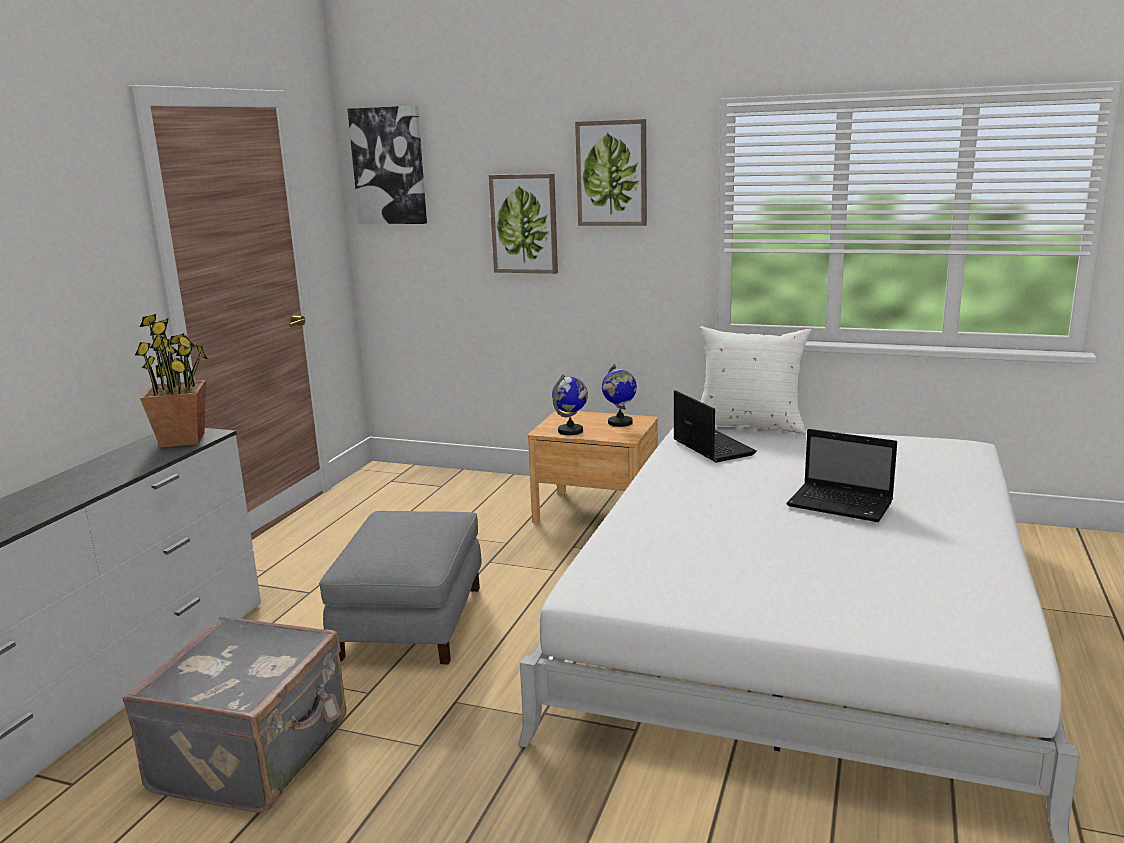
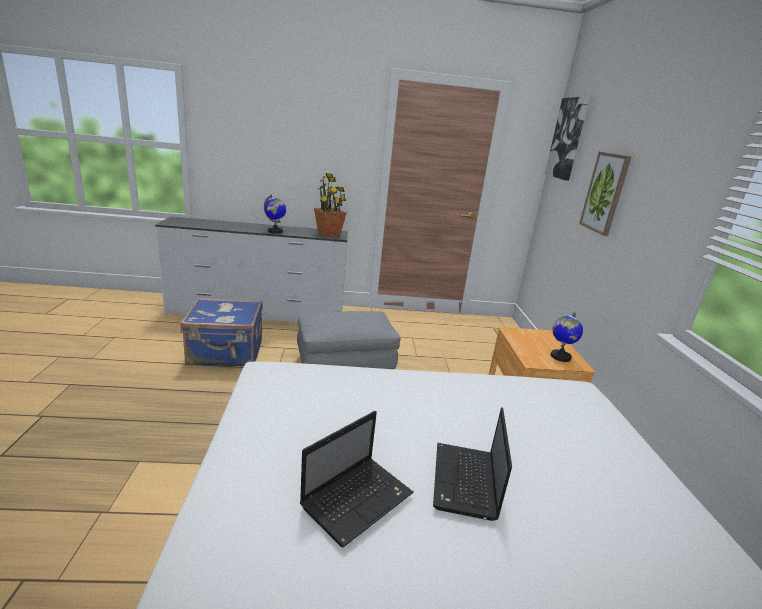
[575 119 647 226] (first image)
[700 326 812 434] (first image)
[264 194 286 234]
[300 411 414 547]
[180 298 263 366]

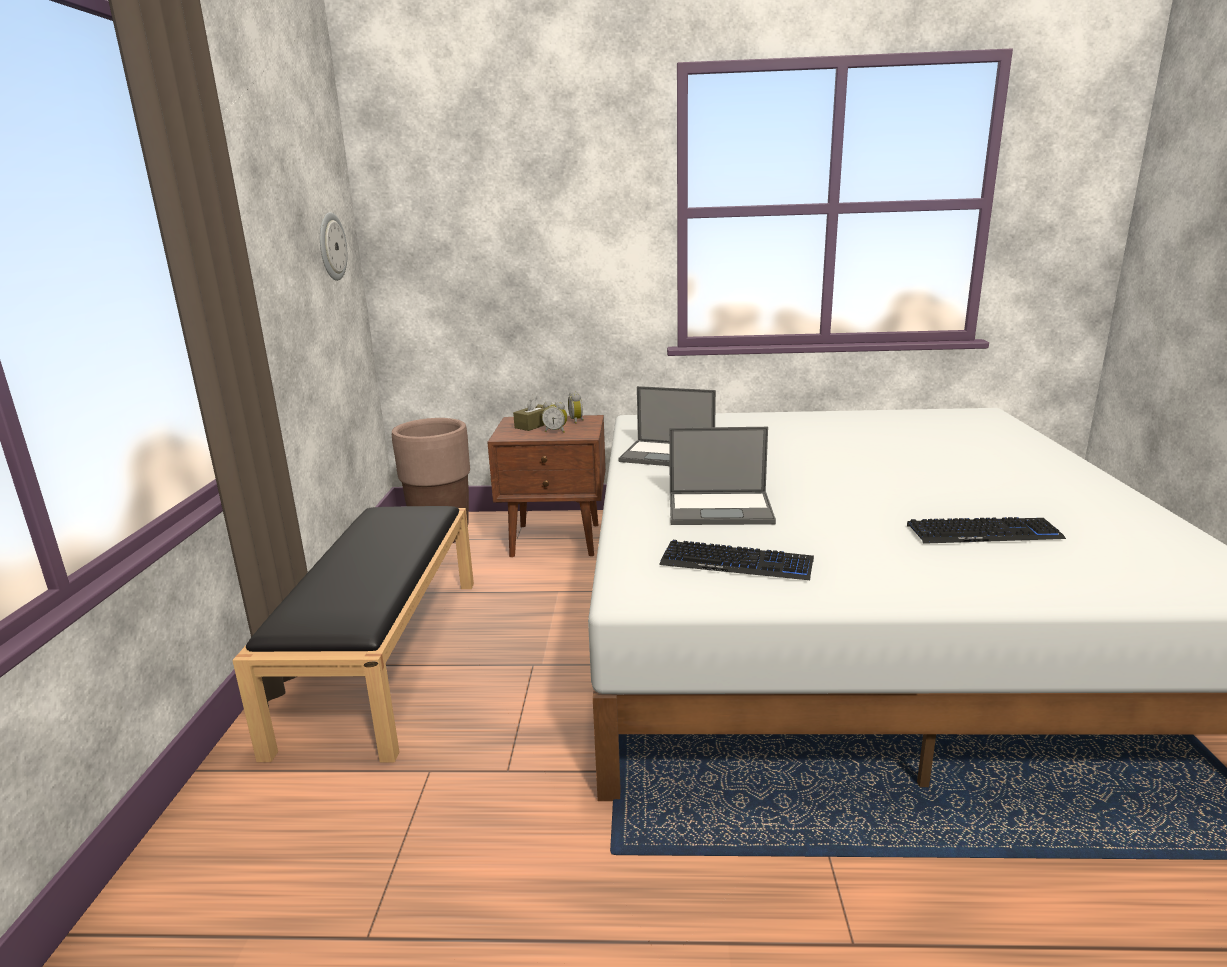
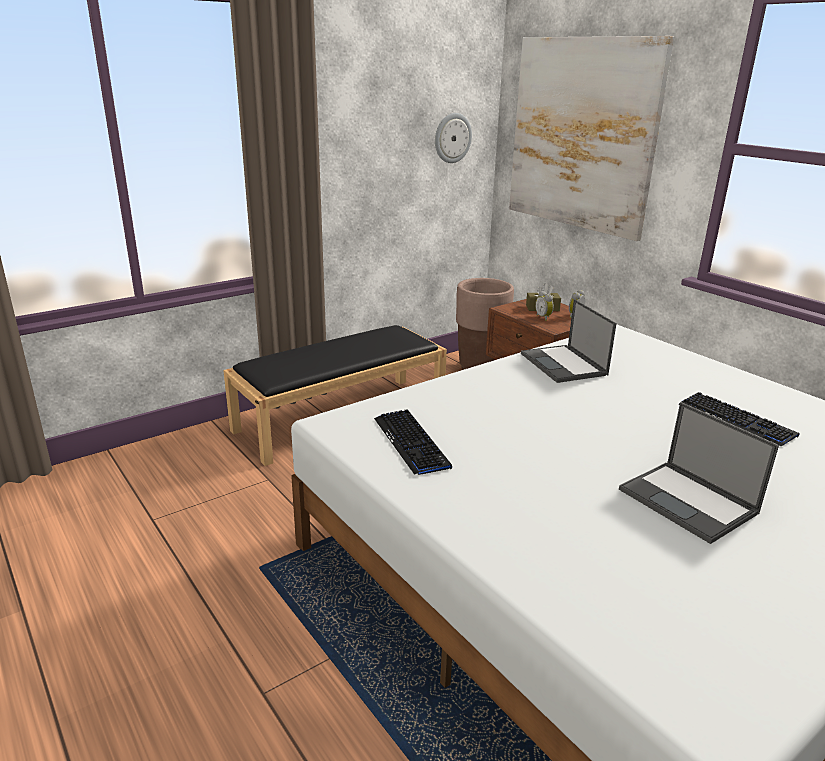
[619 402 779 544]
[678 392 800 447]
[509 36 674 241]

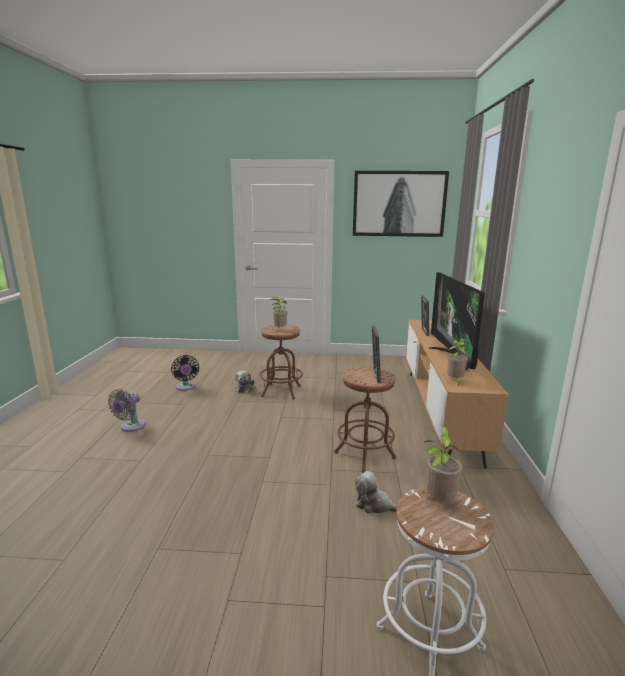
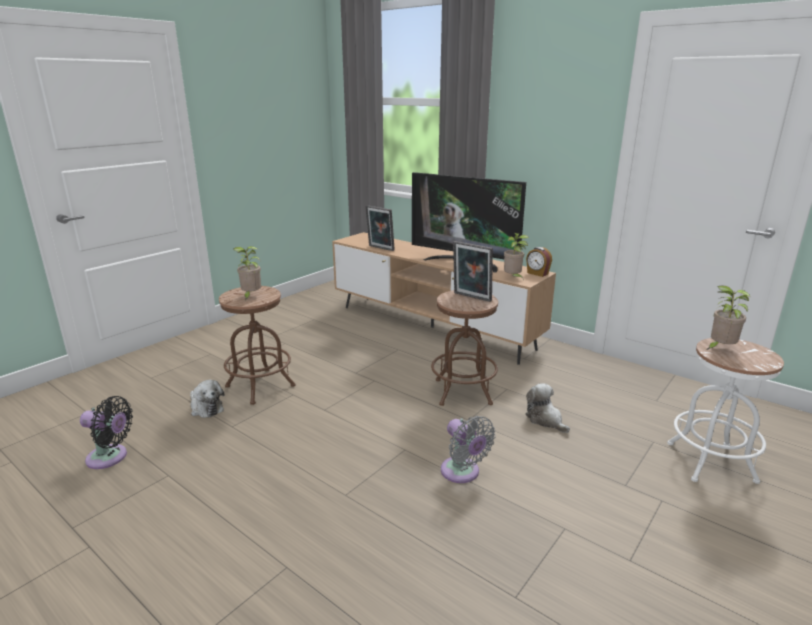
[353 171 449 237] (first image)
[441 416 496 483]
[525 383 570 433]
[526 247 552 277]

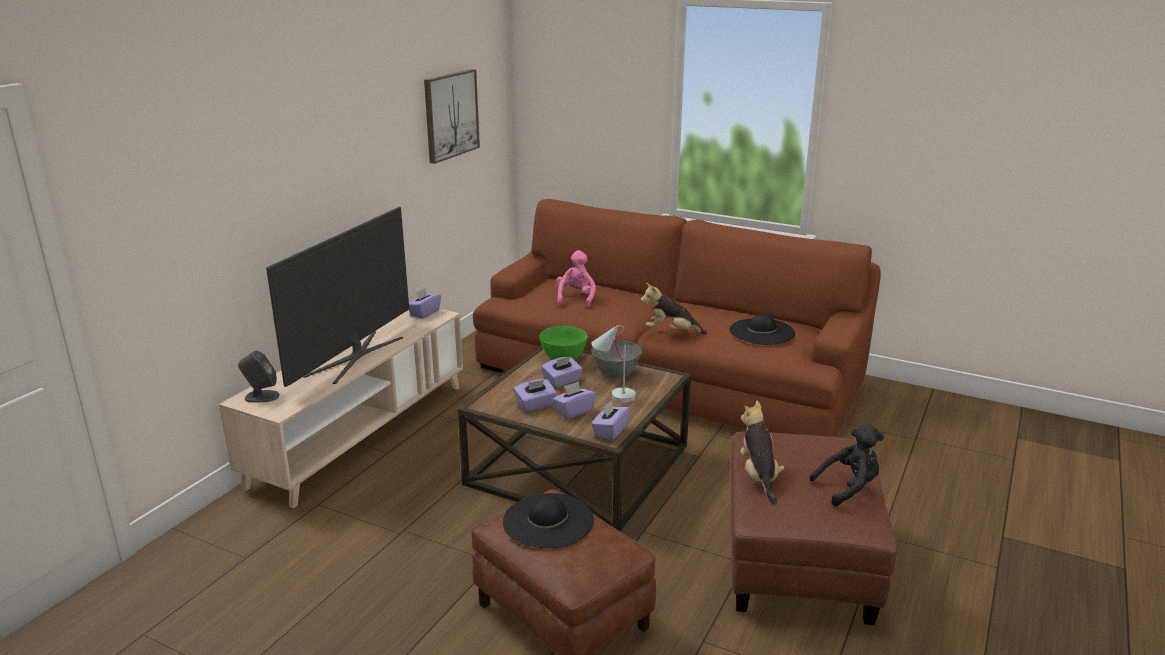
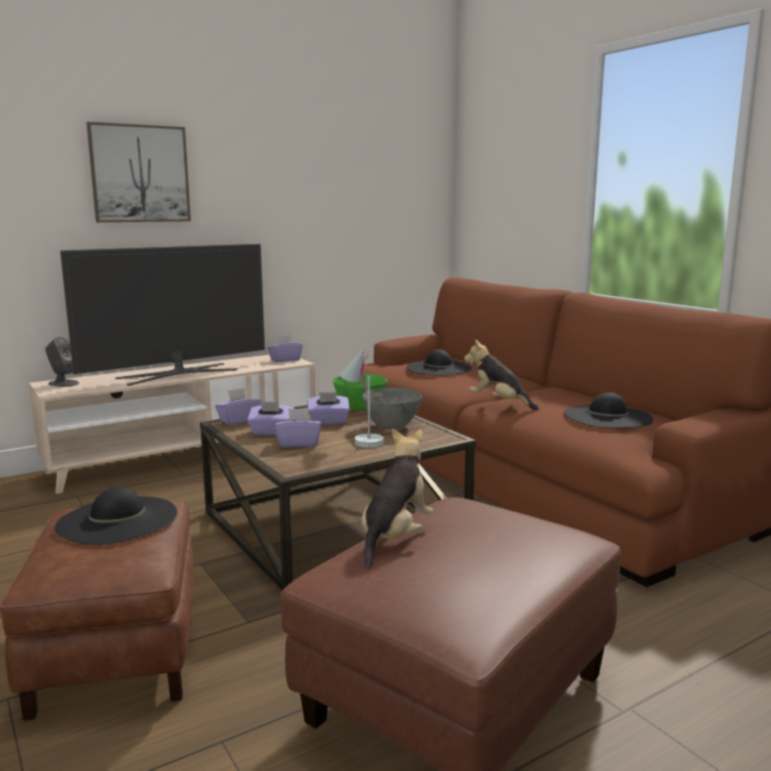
[87 122 191 222]
[406 349 472 376]
[215 388 262 425]
[809 425 884 506] (first image)

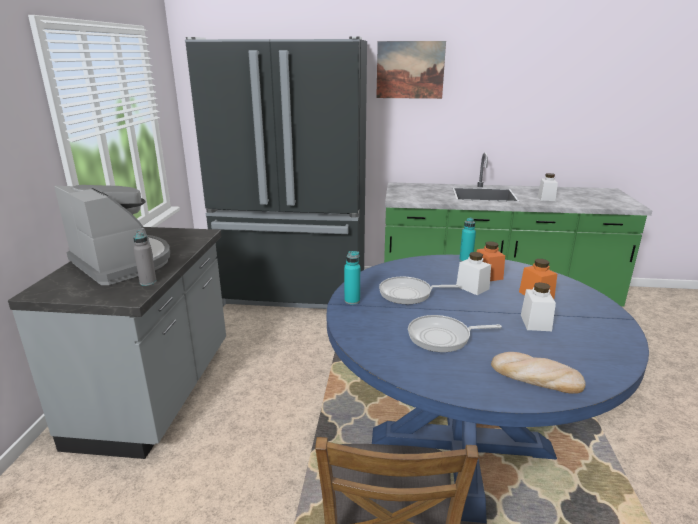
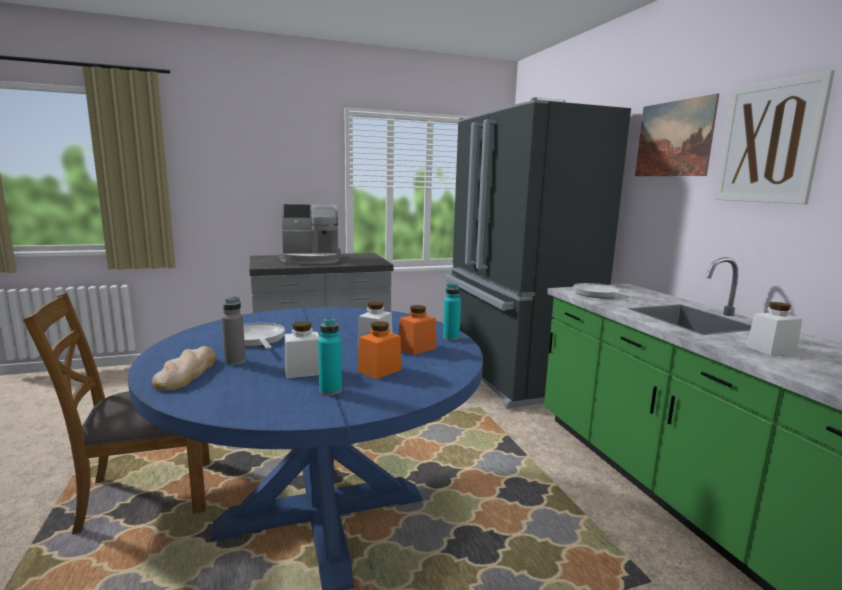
[279 204 341 264]
[222 296 246 365]
[318 317 342 395]
[573 283 635 298]
[714 70 835 204]

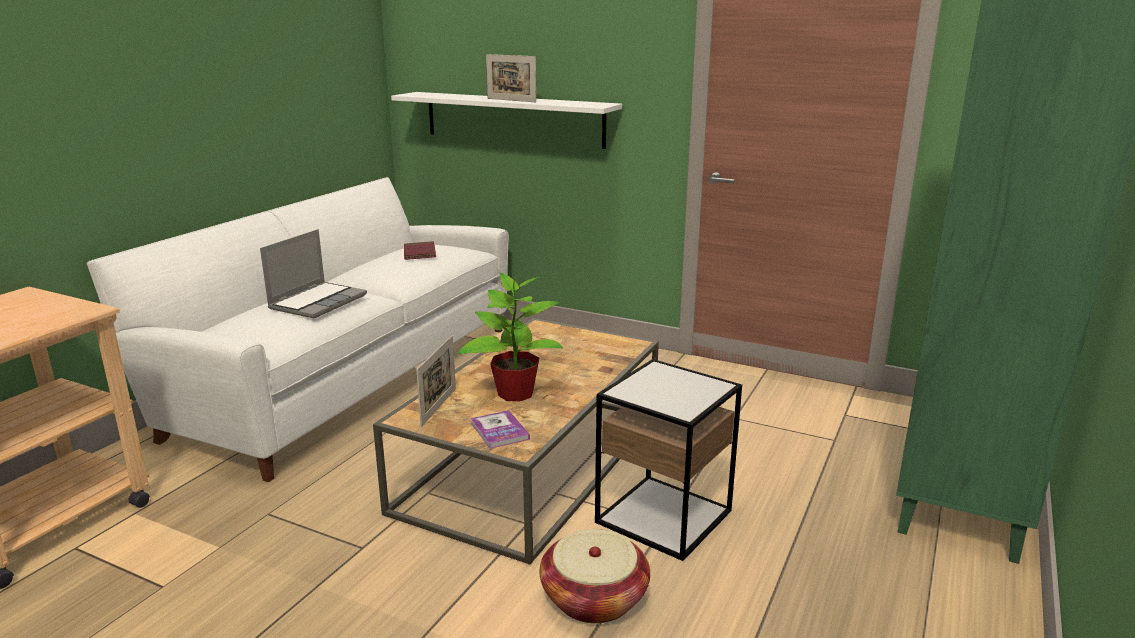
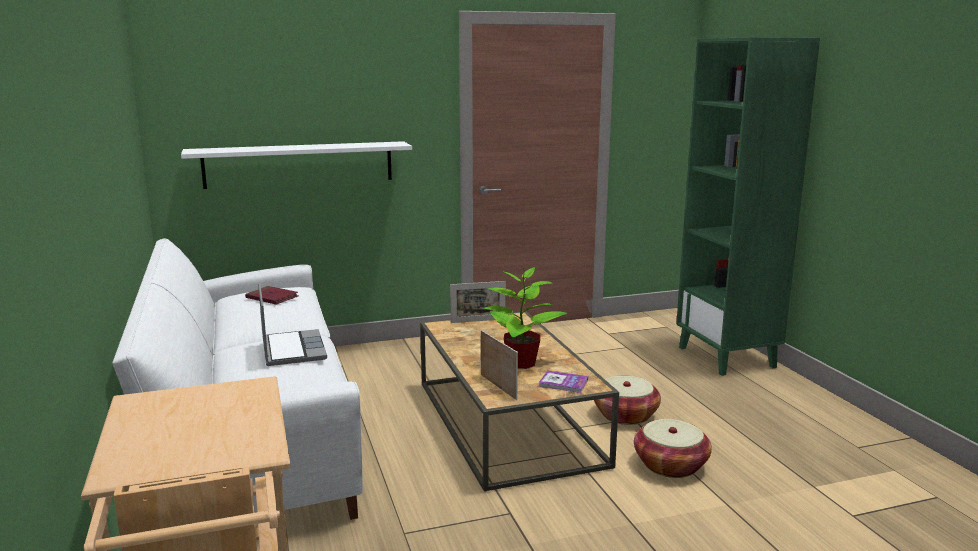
[450 281 506 323]
[594 376 661 425]

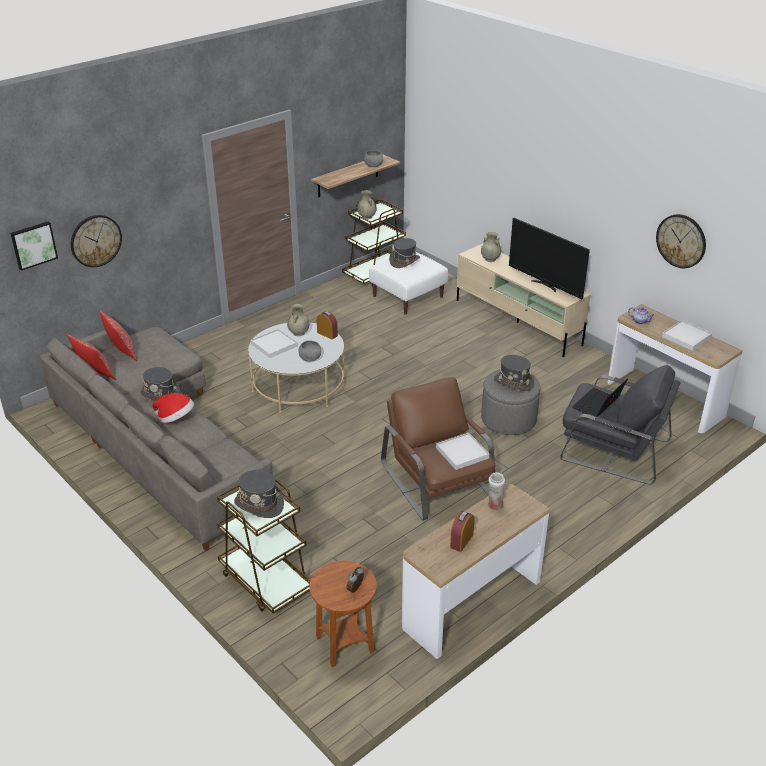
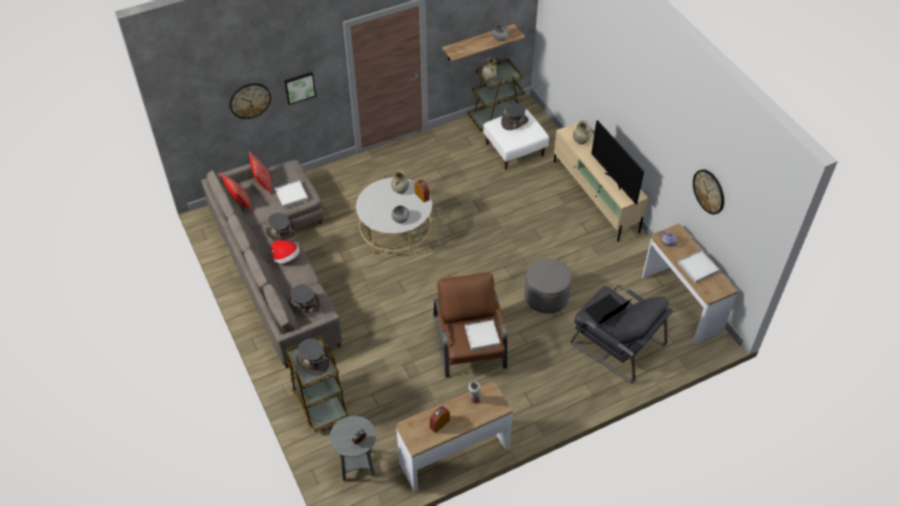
[284 72 316 105]
[275 180 308 208]
[288 284 320 318]
[330 416 376 481]

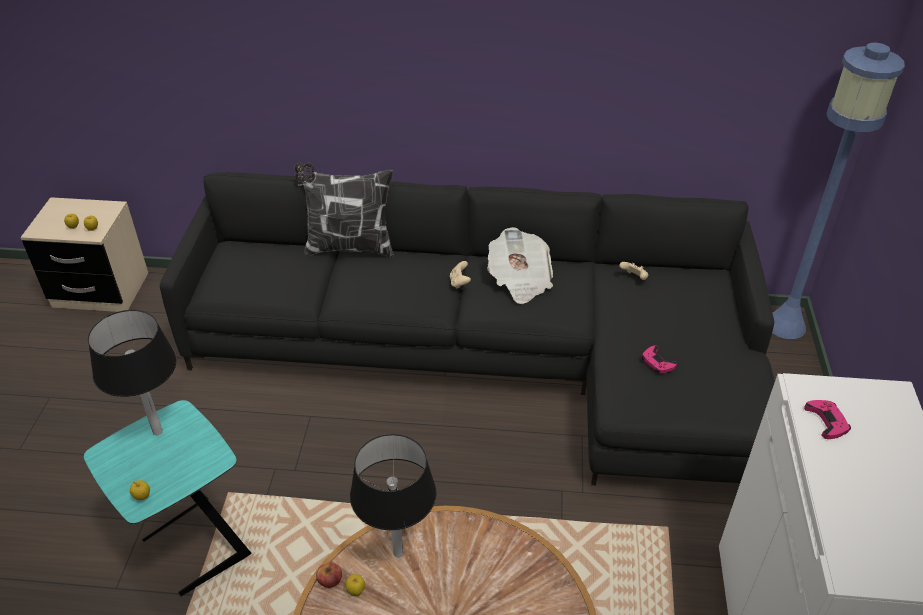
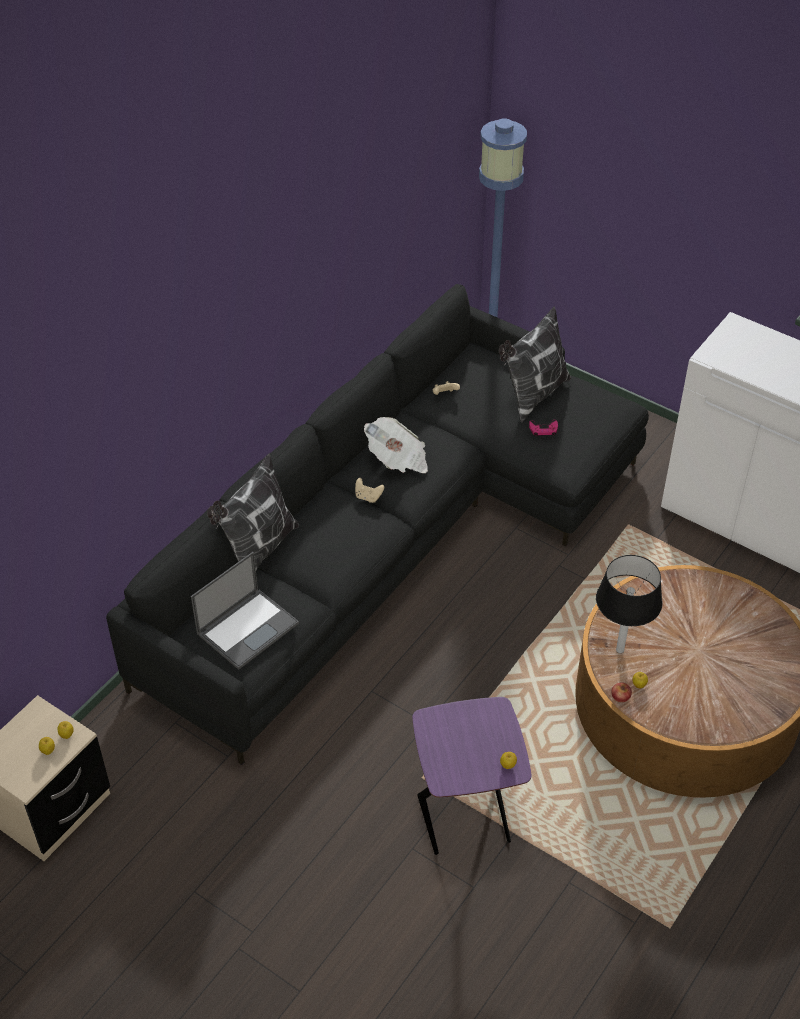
[88 310 177 435] (first image)
[412 697 532 855]
[804 400 851 439] (first image)
[499 307 571 422]
[191 552 299 670]

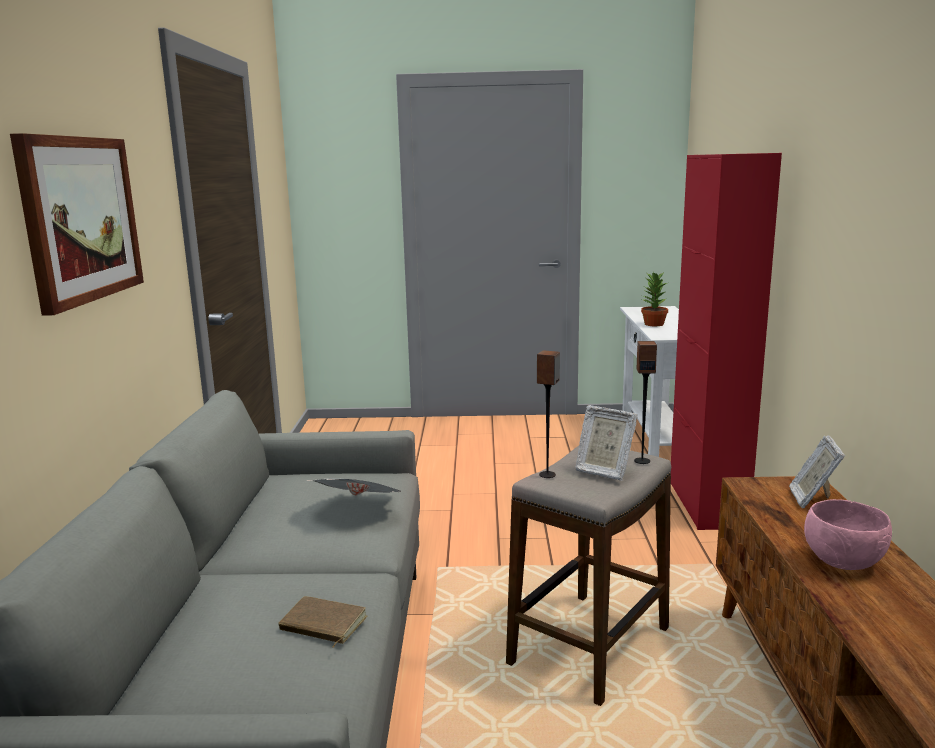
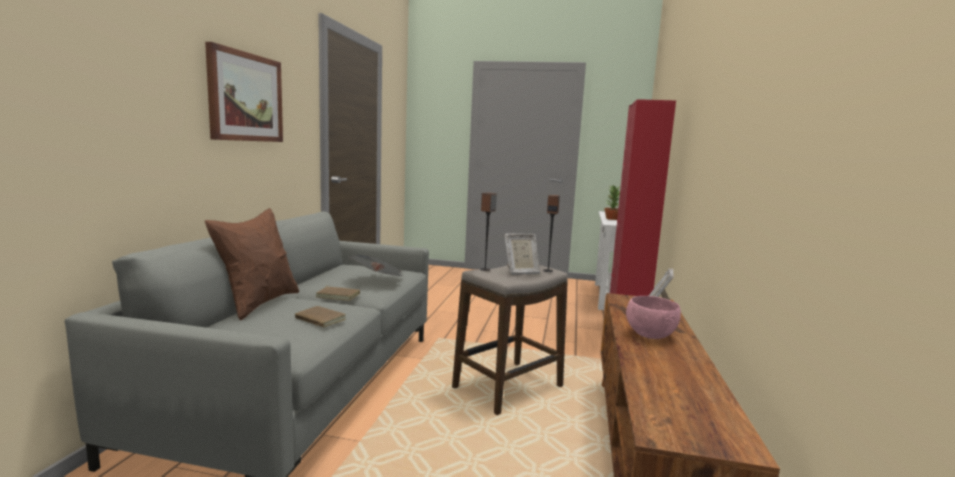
[504 233 540 275]
[205 208 299 320]
[316 285 360 301]

